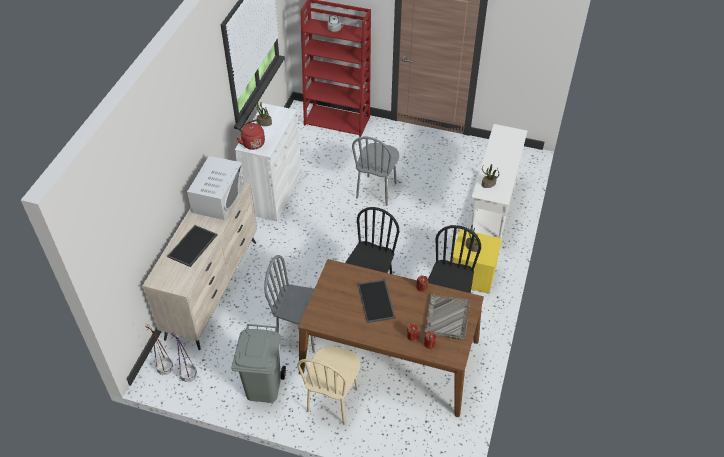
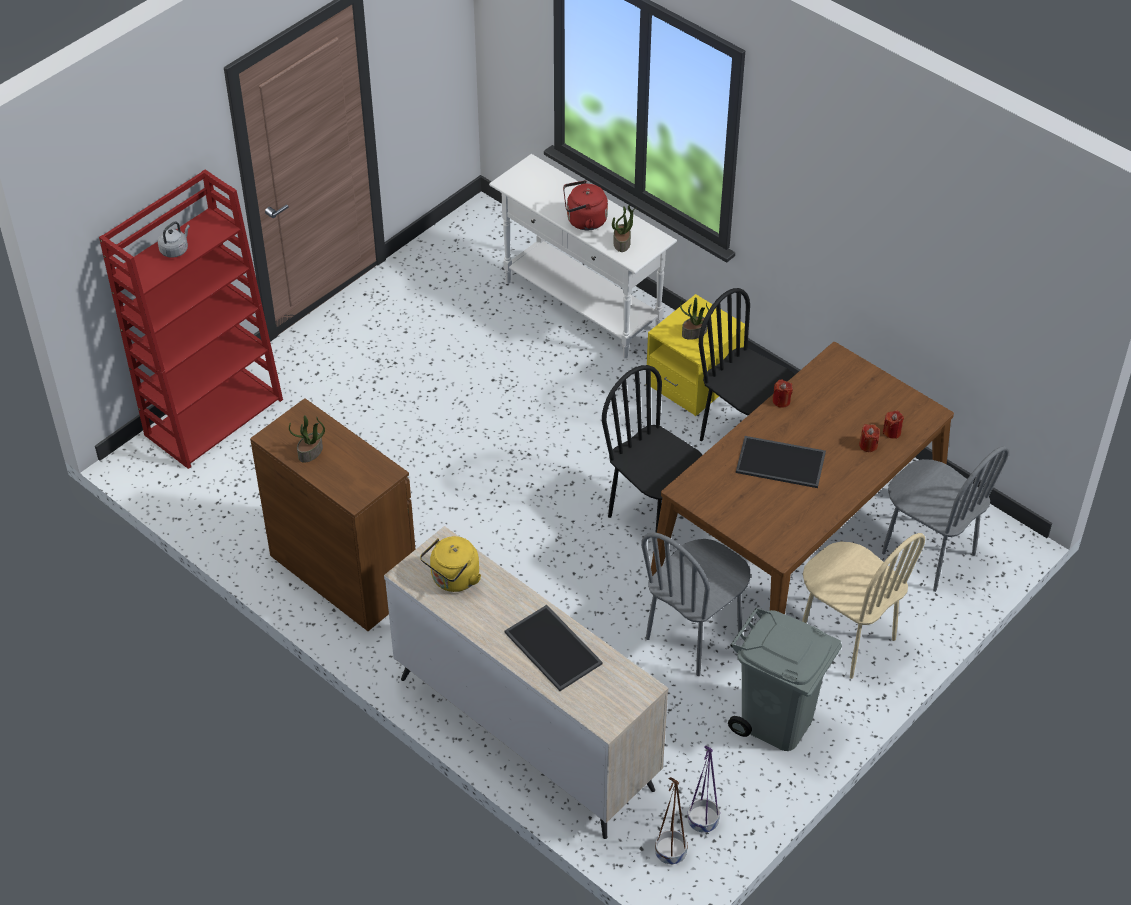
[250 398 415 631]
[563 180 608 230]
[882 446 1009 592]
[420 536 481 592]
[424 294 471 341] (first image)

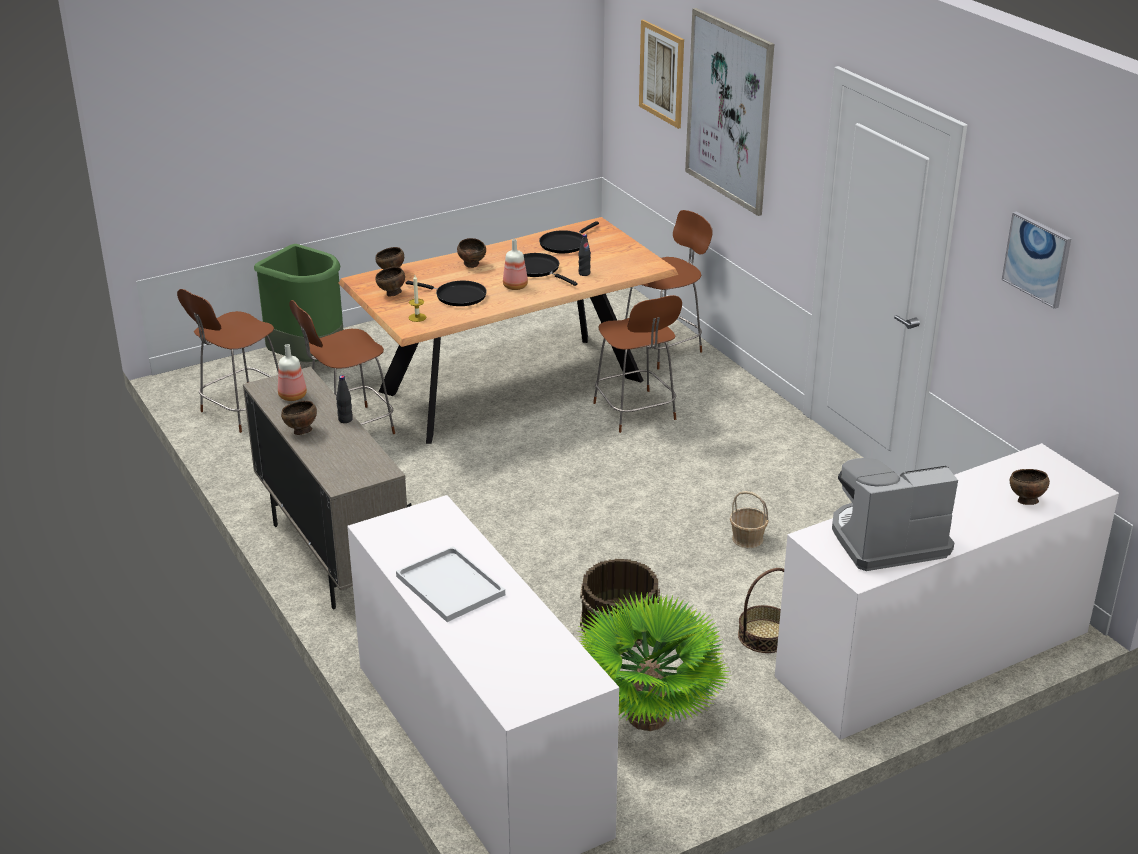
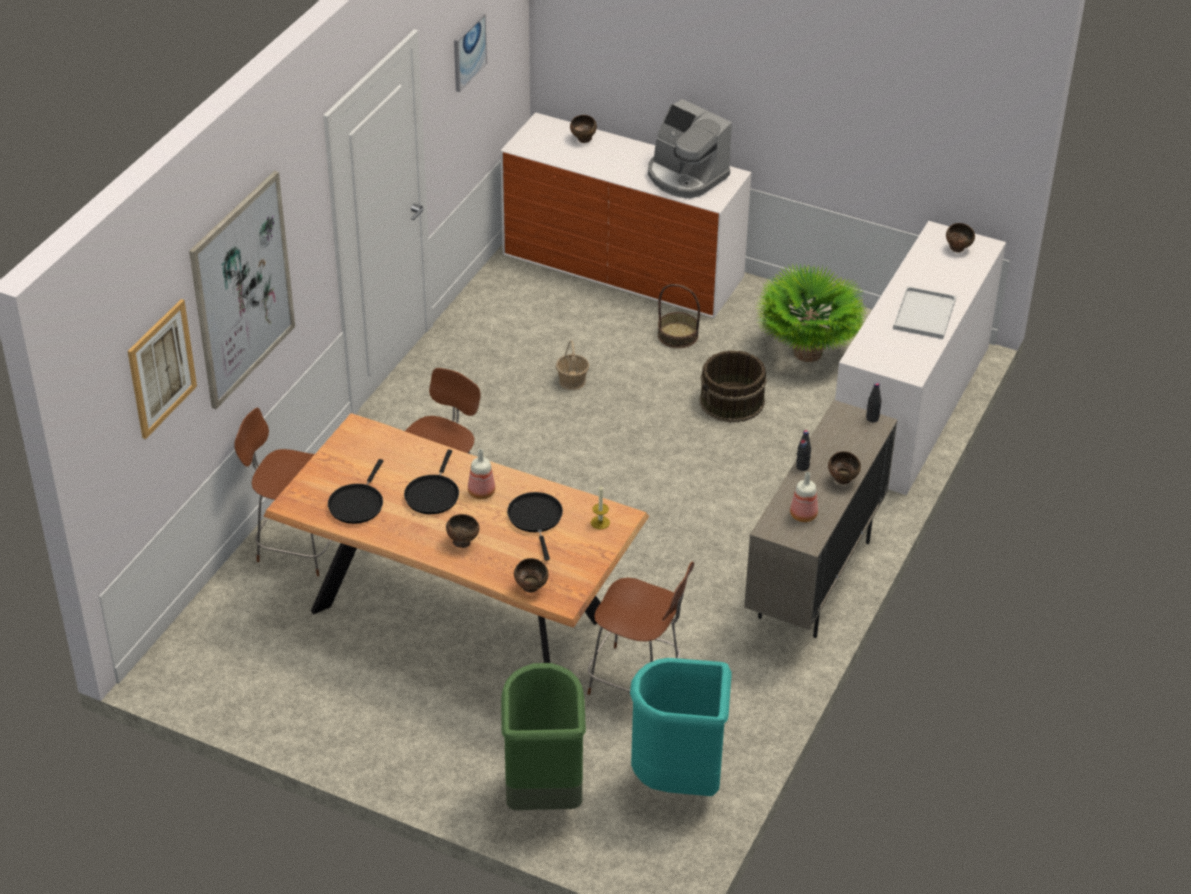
[328 459 383 524]
[866 382 881 422]
[946 223 975 253]
[630 658 732 796]

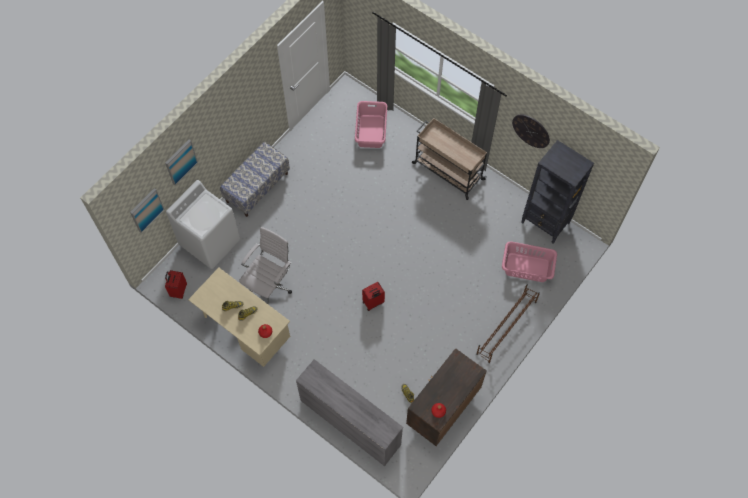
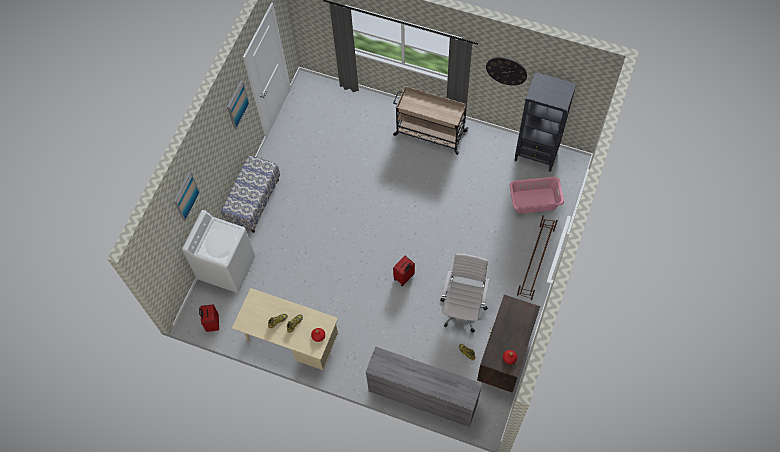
[355 101 387 148] (first image)
[227 81 249 129]
[440 253 490 333]

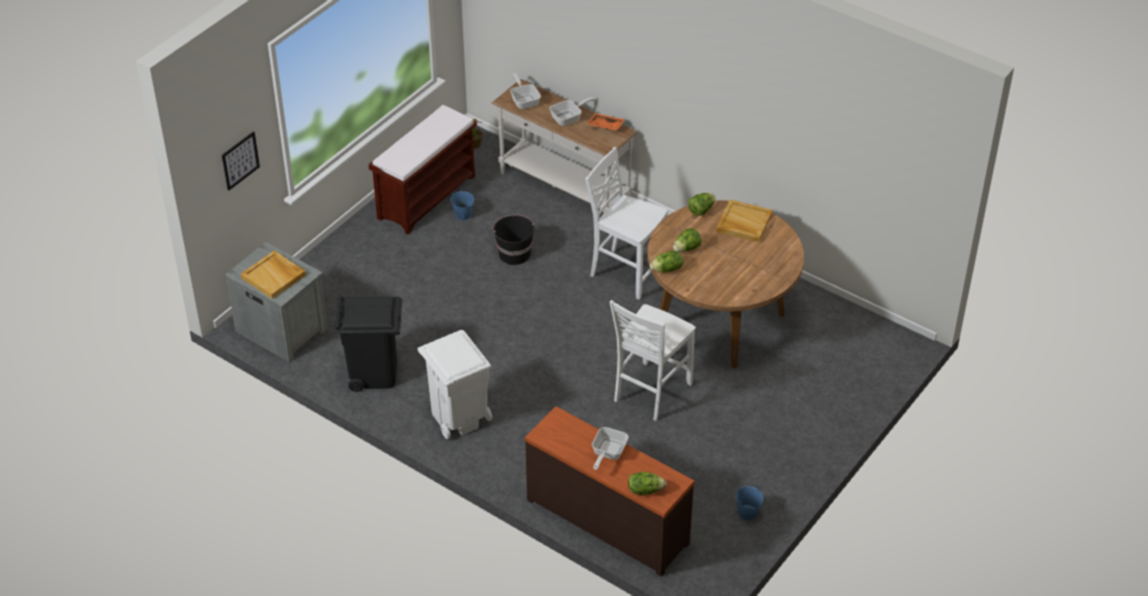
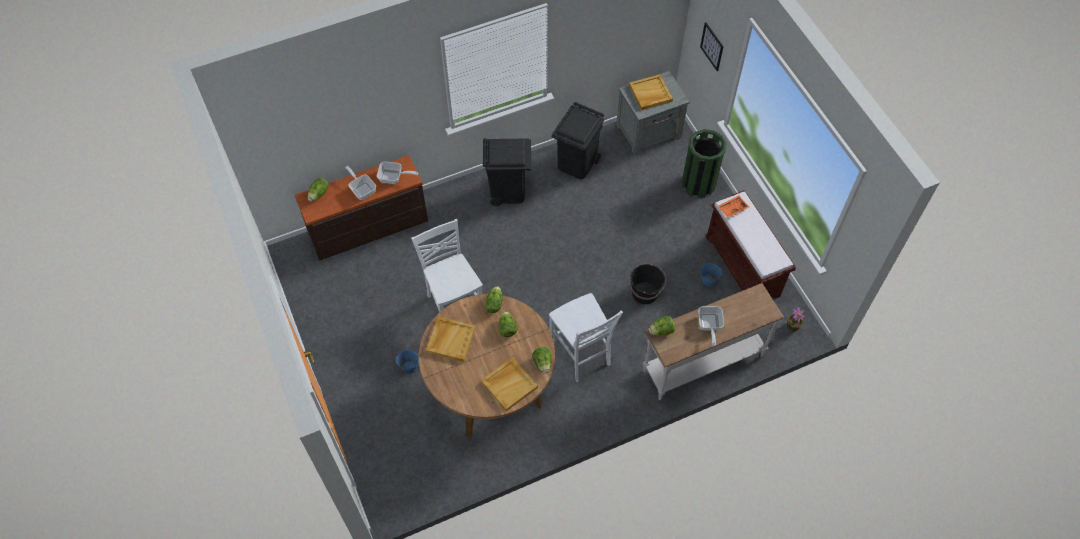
[377 161 418 184]
[717 195 749 218]
[549 293 623 382]
[483 138 531 206]
[396 350 419 374]
[682 129 727 198]
[426 316 476 362]
[649 316 675 336]

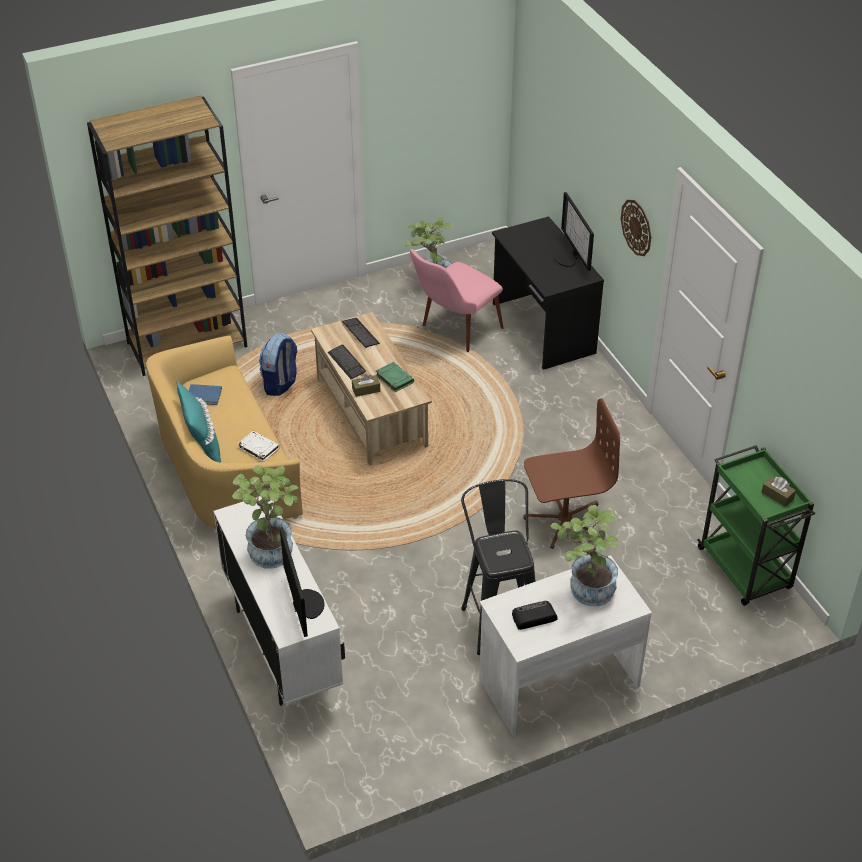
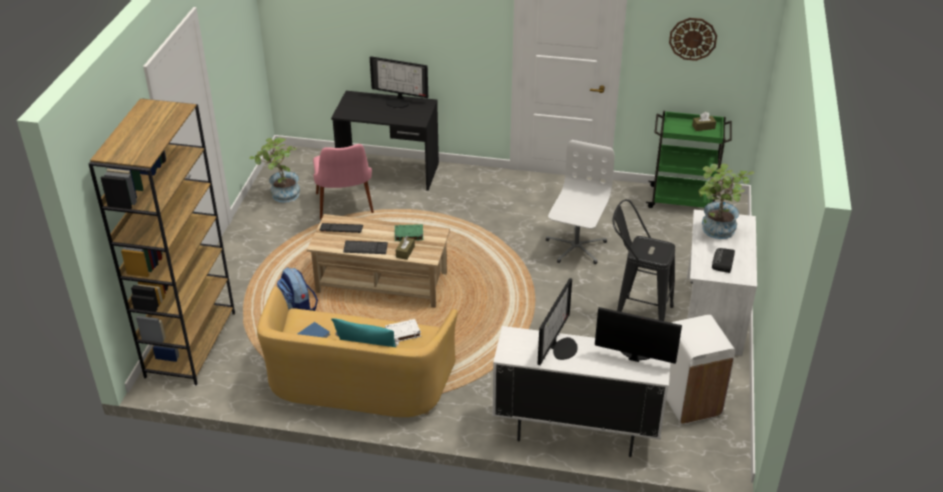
[669 18 717 61]
[546 140 615 264]
[537 278 578 365]
[666 315 736 424]

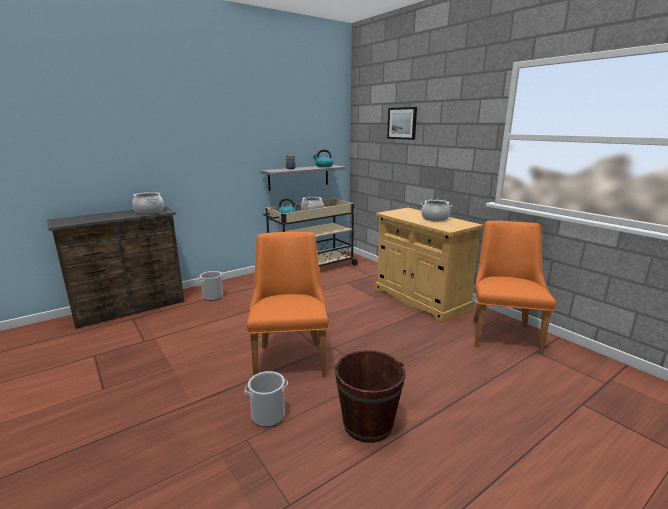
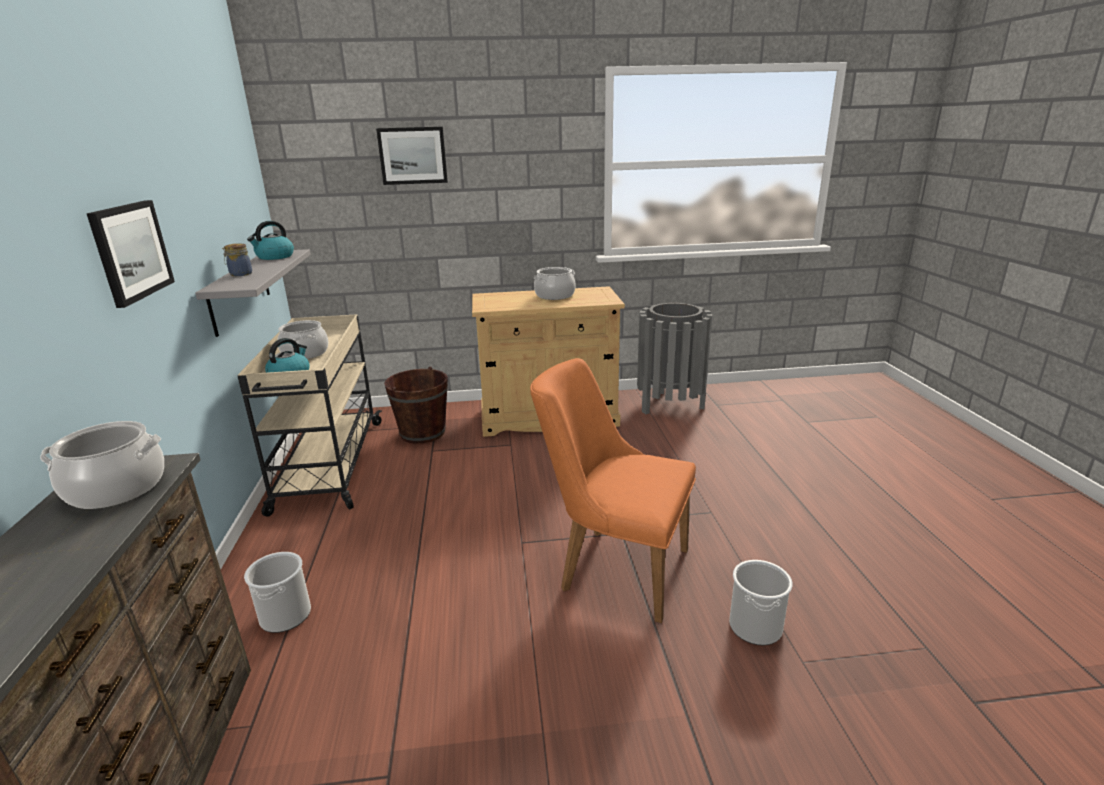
[637 303 712 414]
[384 366 448 444]
[87 200 175 308]

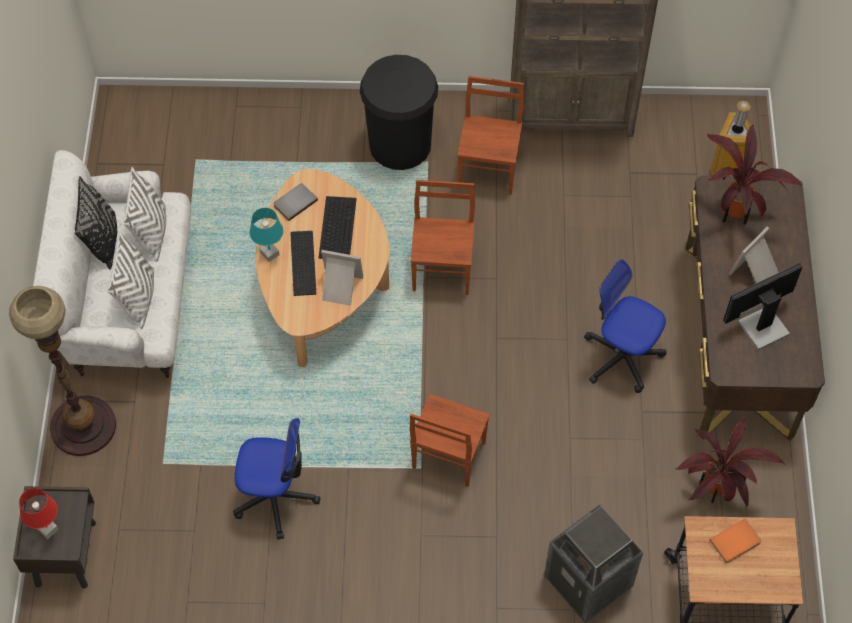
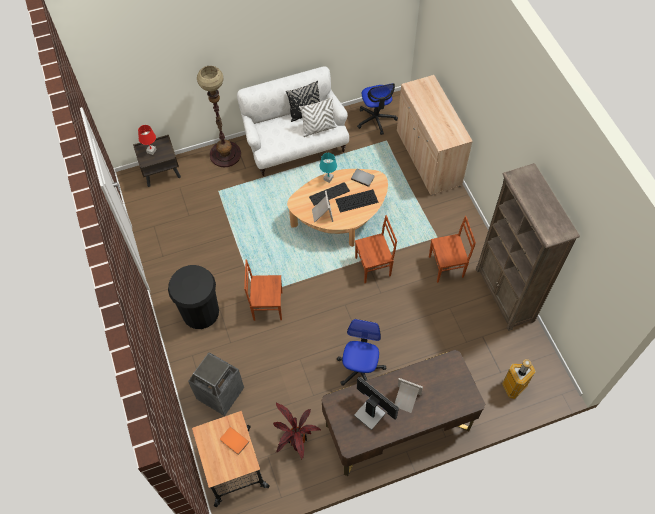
[168 265 219 329]
[707 124 802 225] (first image)
[107 232 154 329] (first image)
[357 83 398 135]
[397 75 473 195]

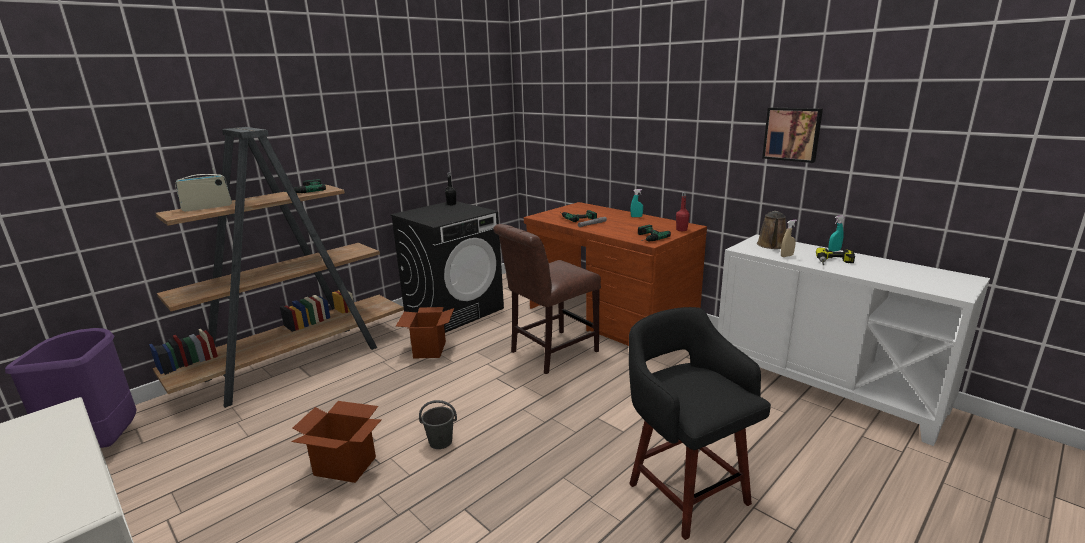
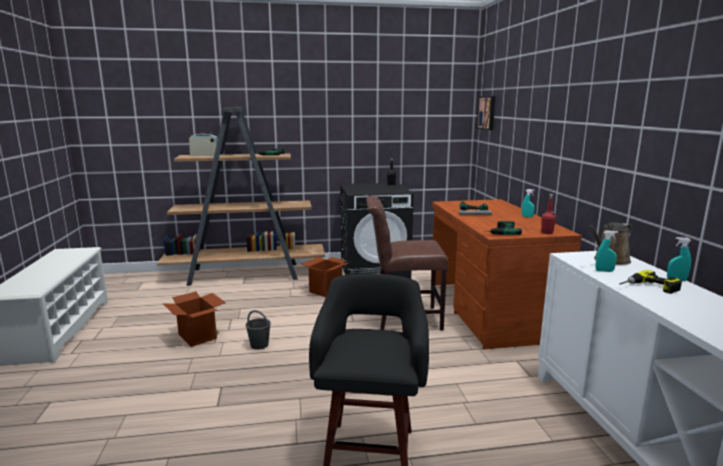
[476 96 495 130]
[595 231 618 272]
[5 328 137 448] (first image)

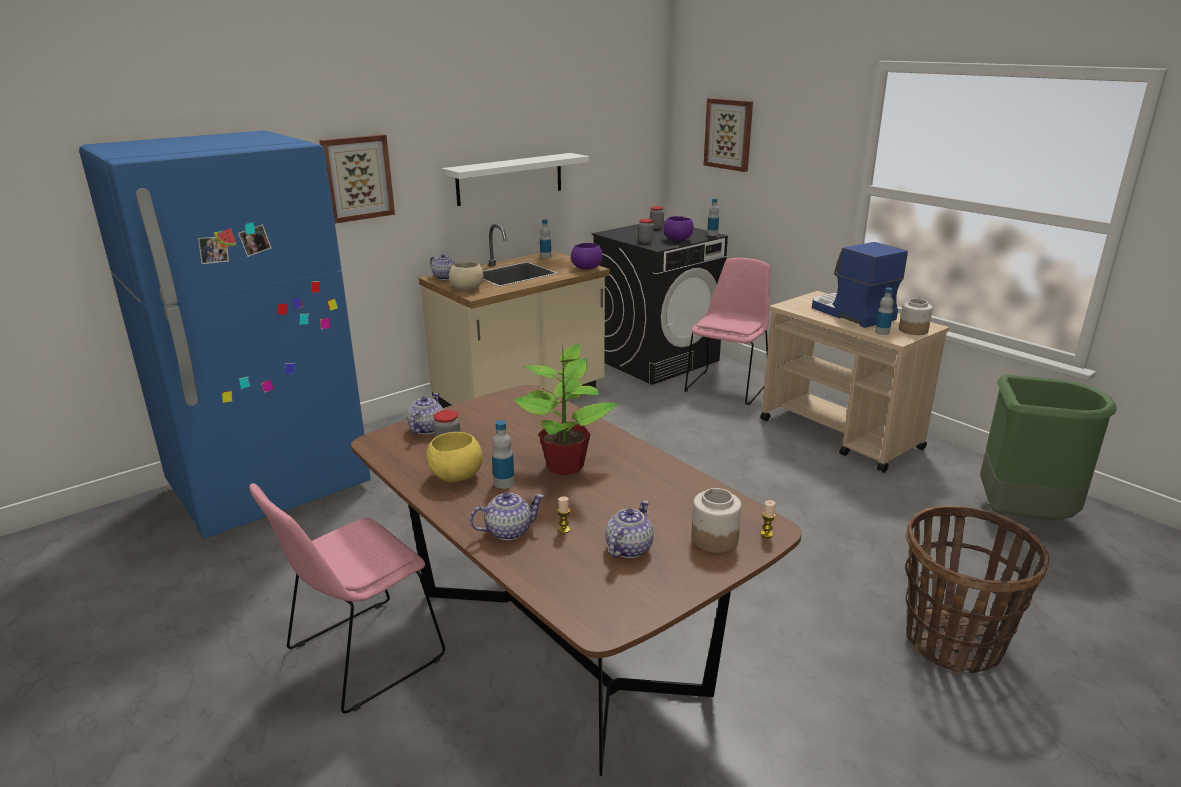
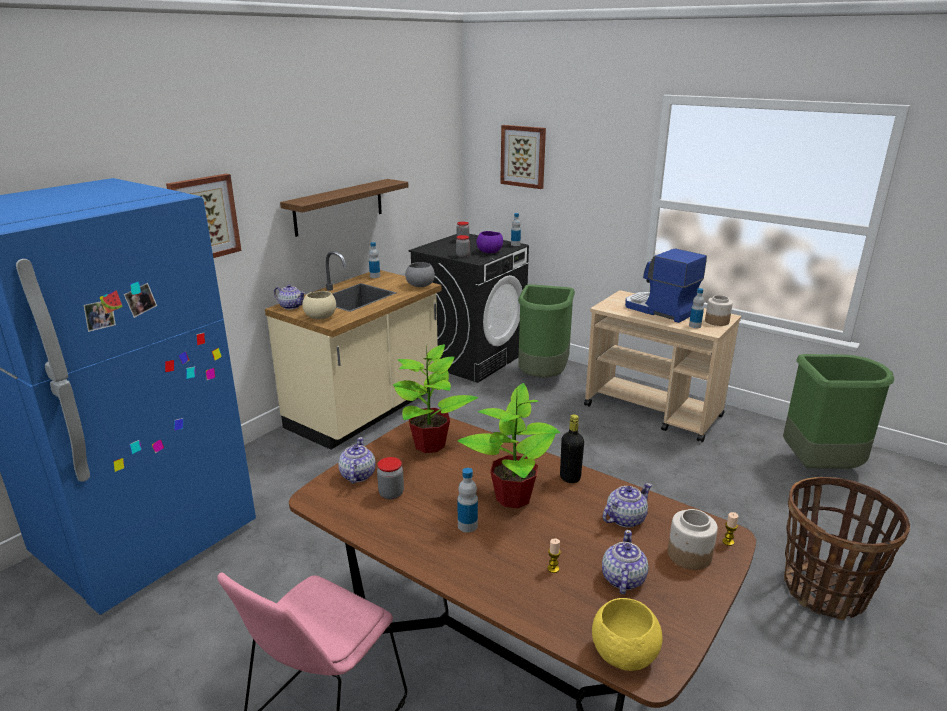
[280 179 408 237]
[405 262 435 287]
[518 284 575 377]
[592 598 663 671]
[603 483 652 528]
[392 344 478 453]
[560 414 584 483]

